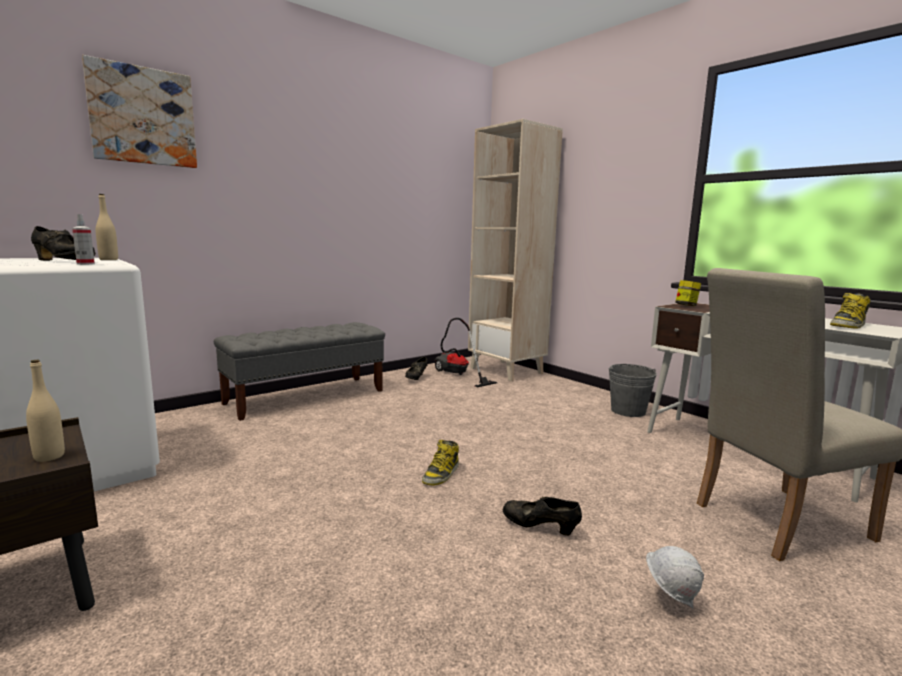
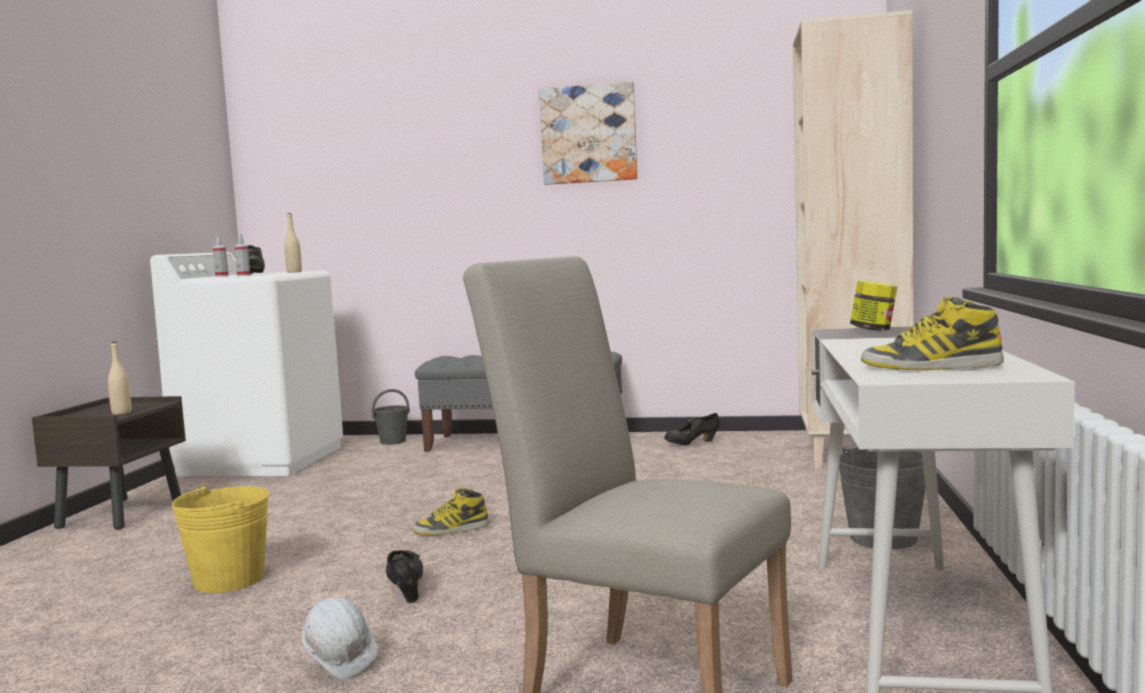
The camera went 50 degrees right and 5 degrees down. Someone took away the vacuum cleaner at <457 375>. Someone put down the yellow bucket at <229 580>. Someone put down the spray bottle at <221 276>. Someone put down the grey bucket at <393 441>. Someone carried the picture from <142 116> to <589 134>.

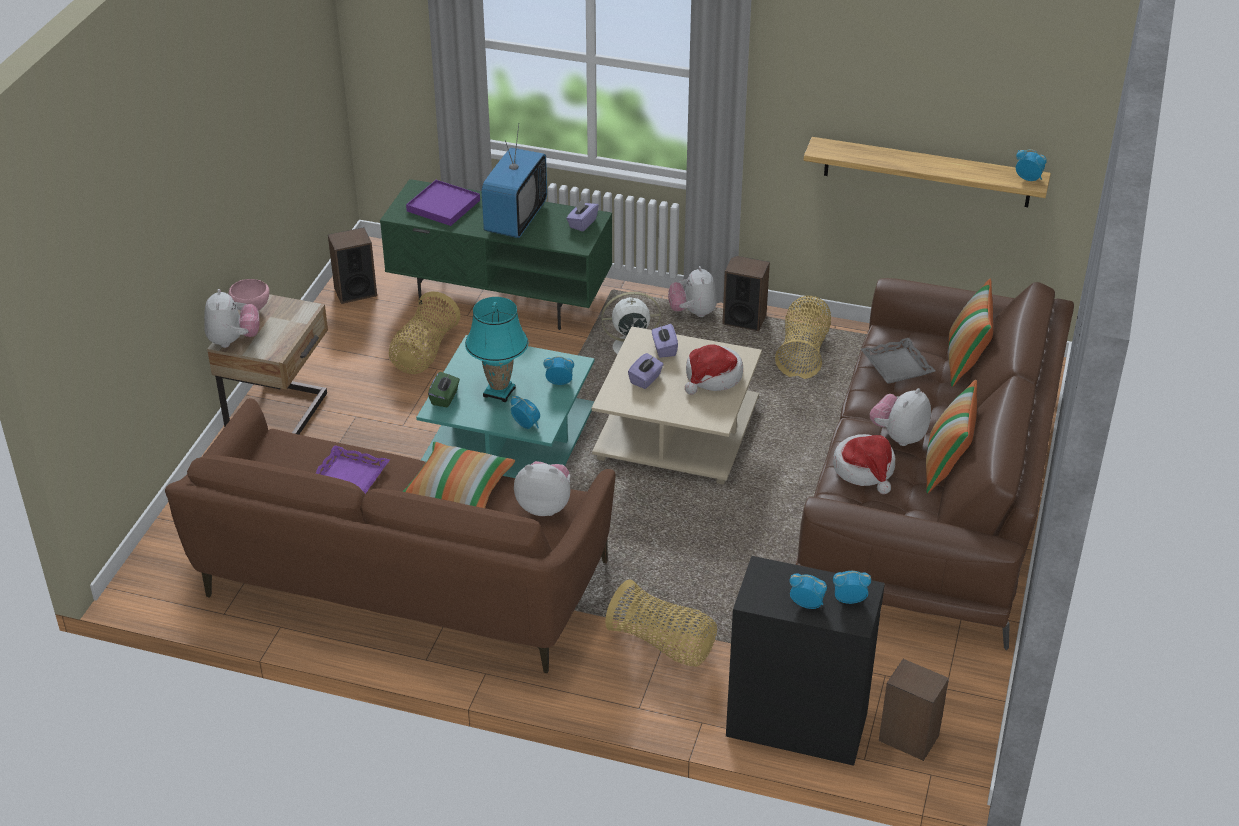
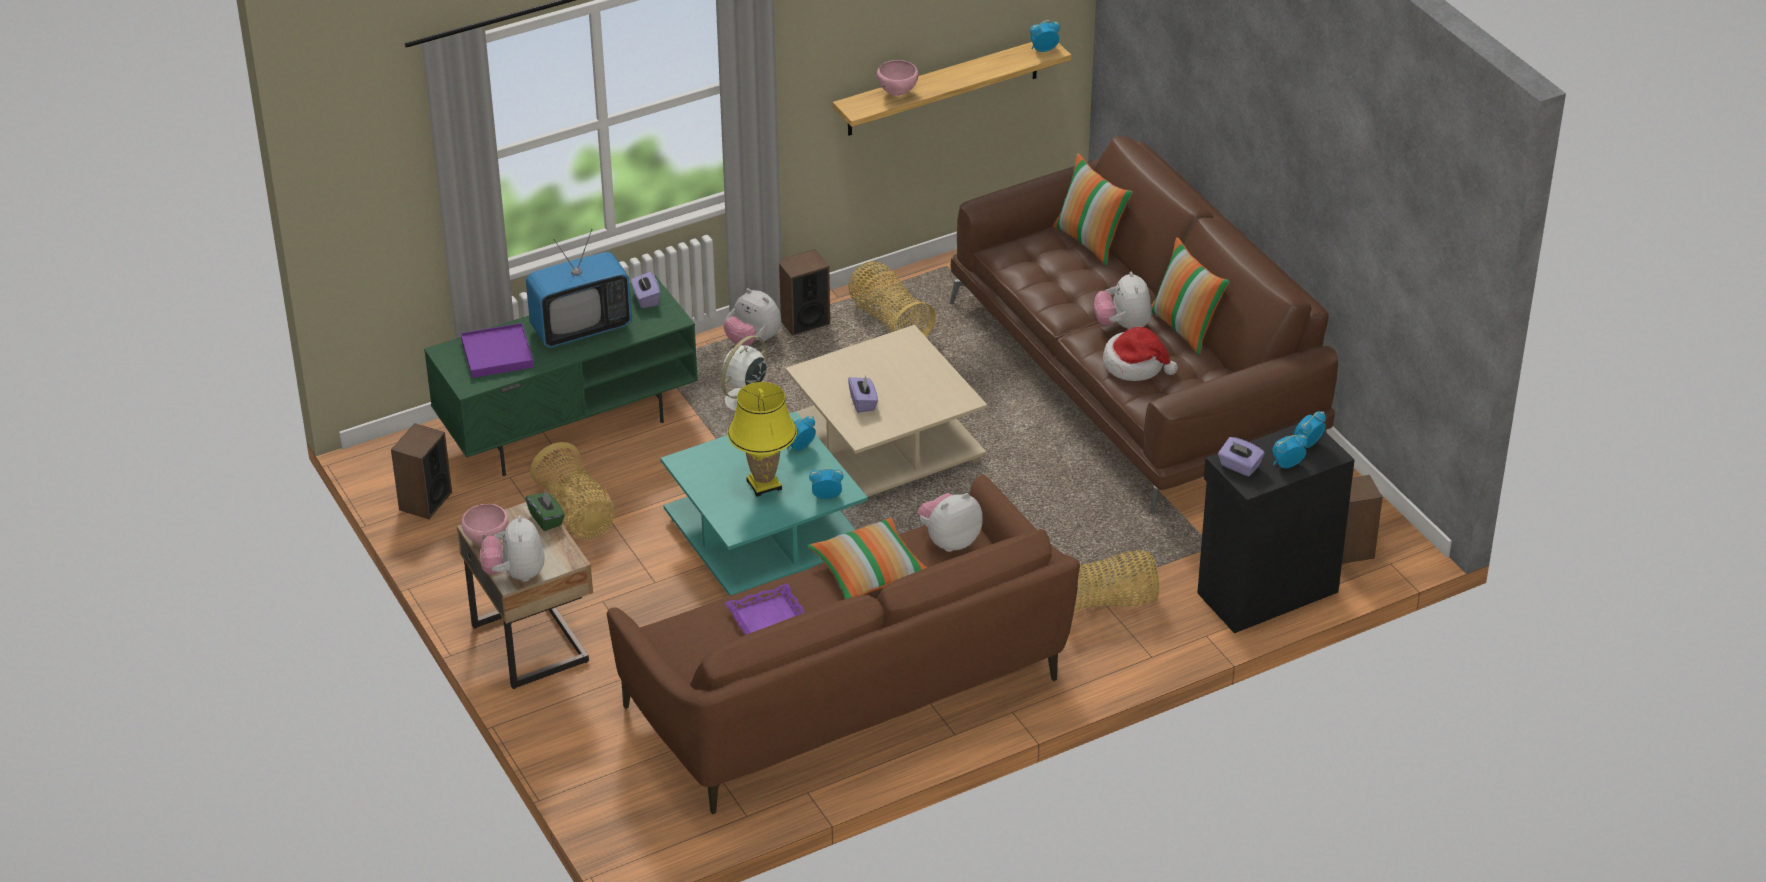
The camera went 45 degrees left and 0 degrees up. Someone took away the hat at <712 377>. Someone took away the grey tray at <897 366>. Someone put down the pink bowl at <897 93>. Someone carried the green tissue box from <445 398> to <546 519>. Someone carried the purple tissue box from <664 349> to <1239 466>. Someone repainted the turquoise table lamp at <499 392>, which became the yellow table lamp at <764 484>. Someone rotated the plush toy at <233 340> by 135 degrees counterclockwise. Someone rotated the television at <515 218> by 90 degrees clockwise.

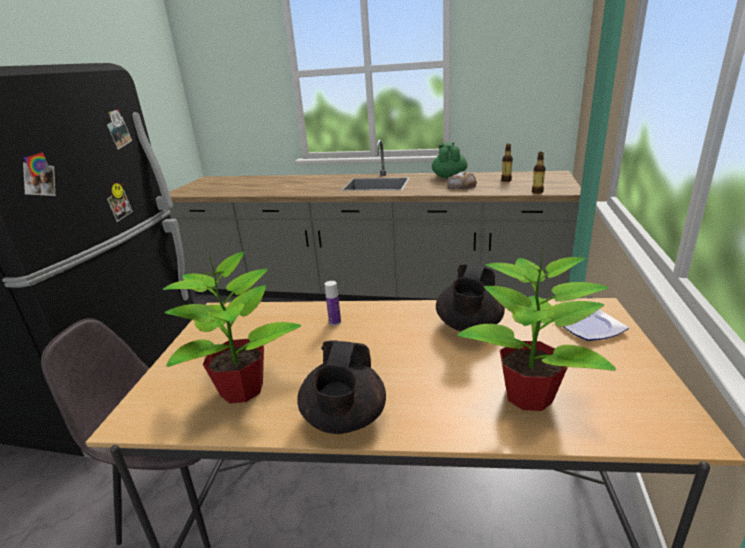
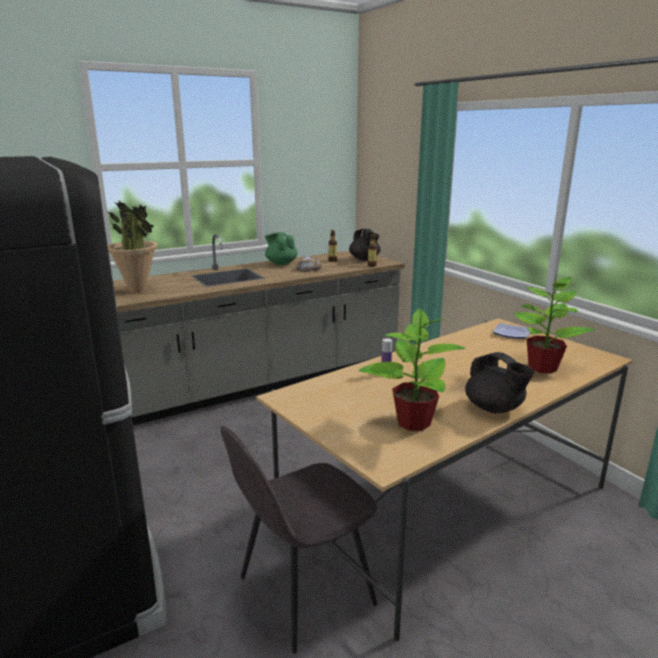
The camera went 45 degrees left and 5 degrees down. Someone put down the potted plant at <138 290>. Someone carried the black teapot from <469 327> to <364 259>.

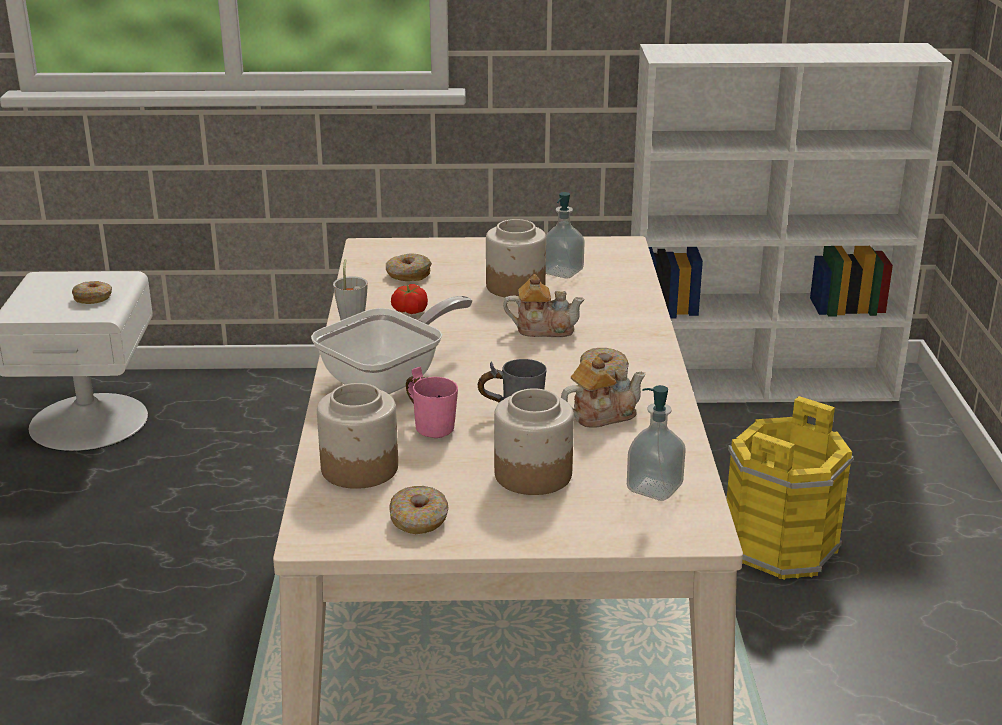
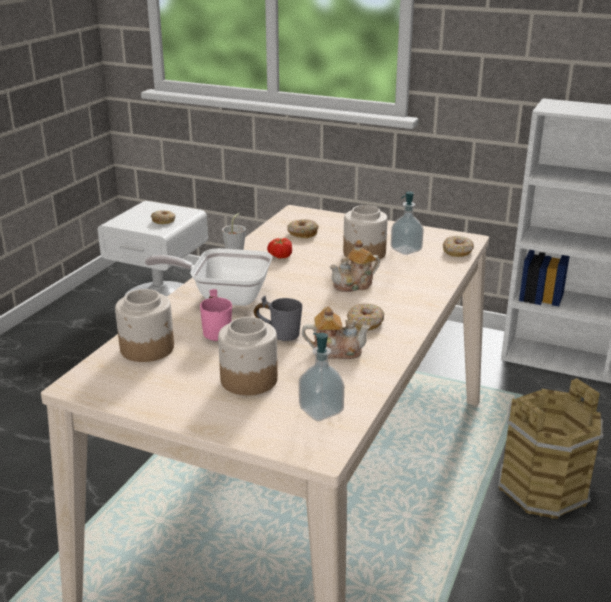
The camera went 25 degrees right and 0 degrees up. Someone carried the donut from <419 520> to <457 252>. Someone repainted the yellow bucket at <781 546>, which became the brown bucket at <543 489>. Someone rotated the frying pan at <390 379> by 150 degrees counterclockwise. Someone rotated the teapot at <543 329> by 120 degrees clockwise.

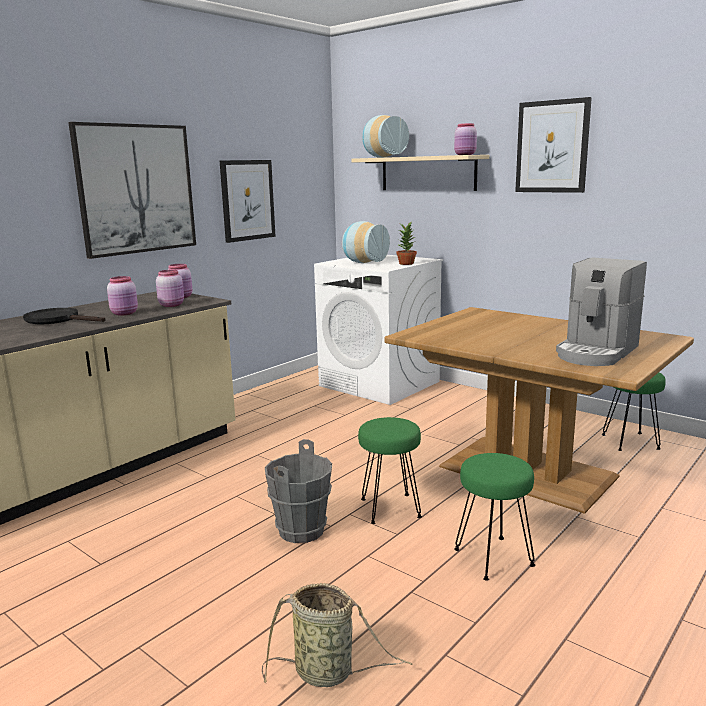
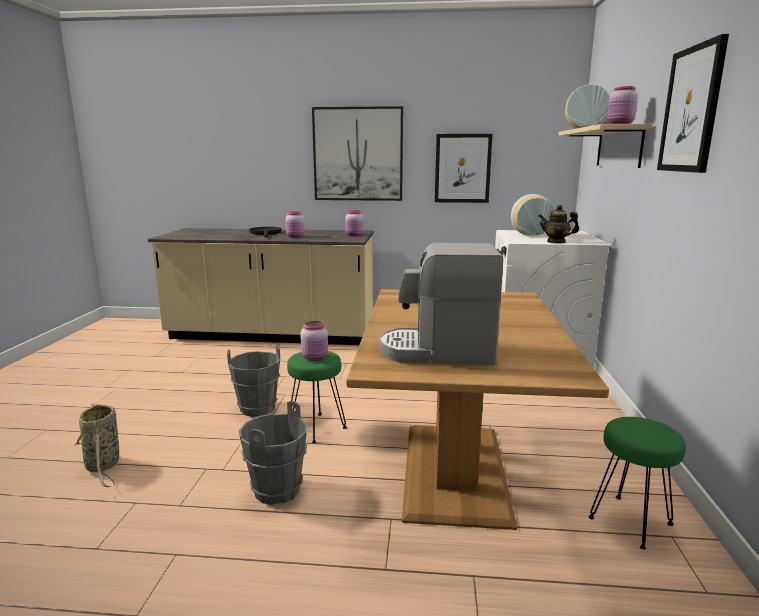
The camera went 55 degrees right and 0 degrees up. Someone carried the pink jar from <172 305> to <315 358>. Someone swapped the potted plant at <406 263> for the teapot at <556 242>. Someone swapped the green stool at <492 558> for the grey bucket at <276 490>.

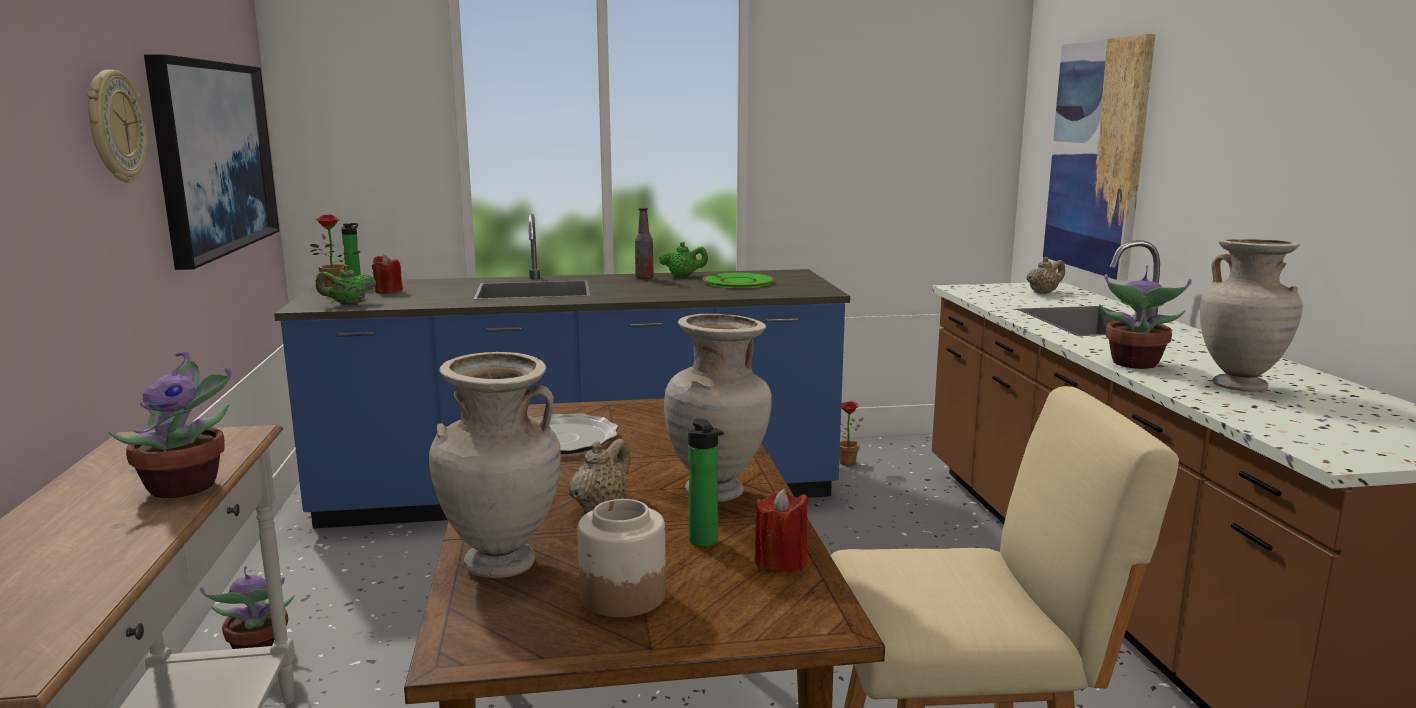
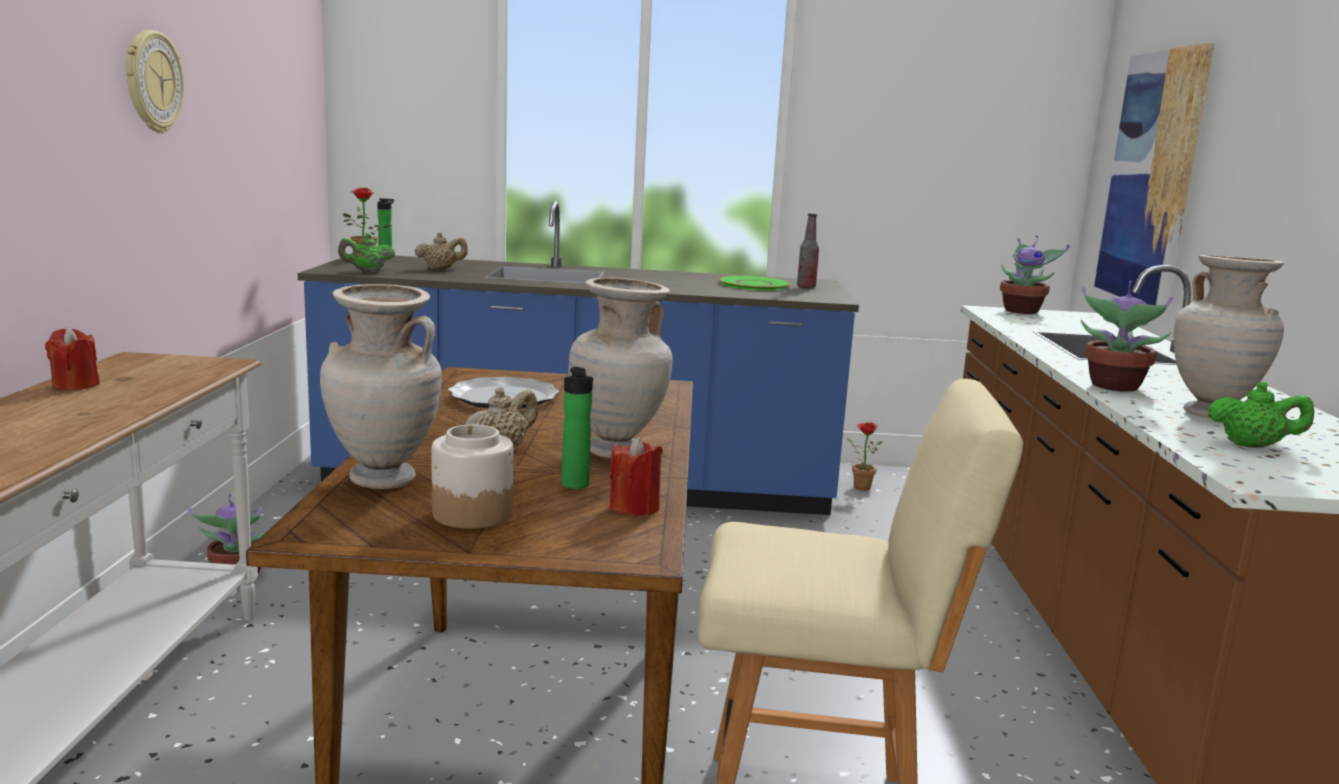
The camera went 10 degrees right and 0 degrees up. Someone took away the picture at <213 157>. Someone carried the potted plant from <187 486> to <1022 311>. Someone carried the red candle from <388 291> to <75 385>. Someone carried the bottle from <644 278> to <806 287>. Someone carried the green teapot from <683 276> to <1252 446>. Someone carried the beige teapot from <1043 292> to <441 269>.

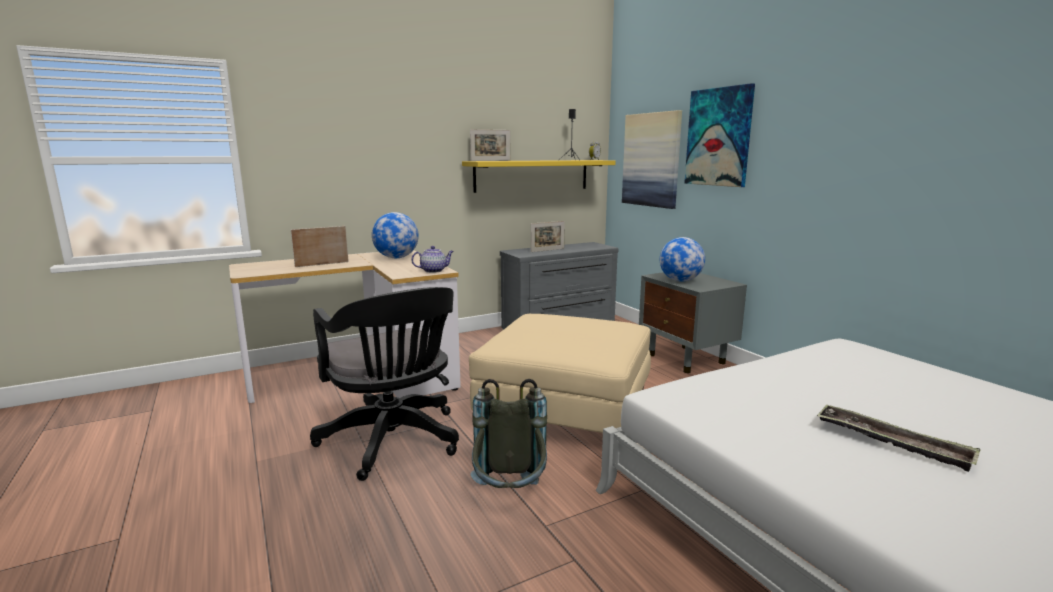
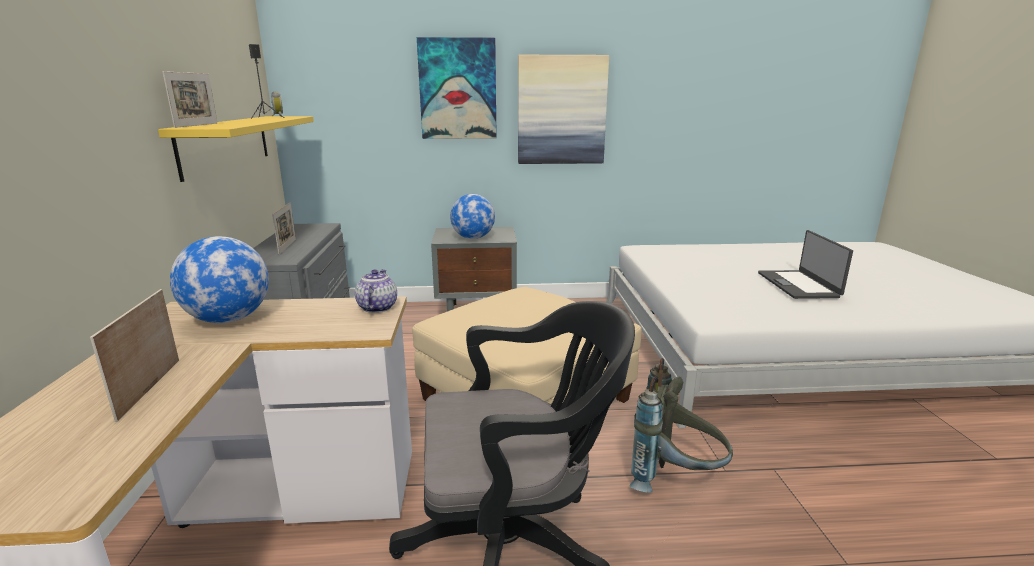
The camera went 65 degrees left and 5 degrees up. Someone carried the picture from <651 160> to <561 110>. Someone swapped the tray at <891 442> for the laptop at <798 285>.

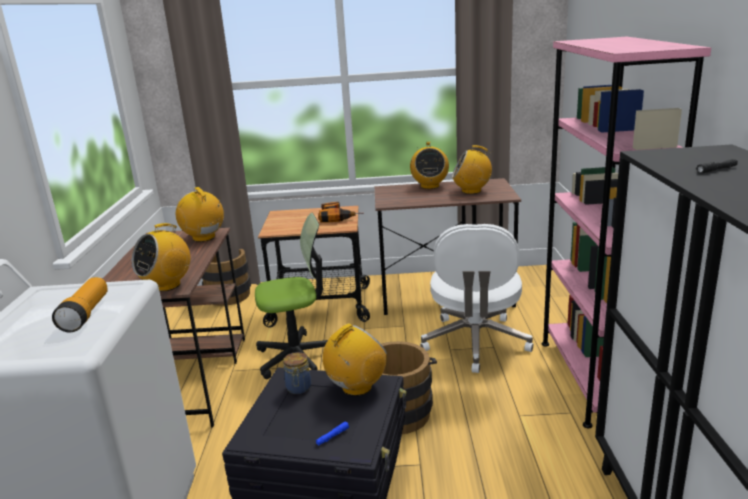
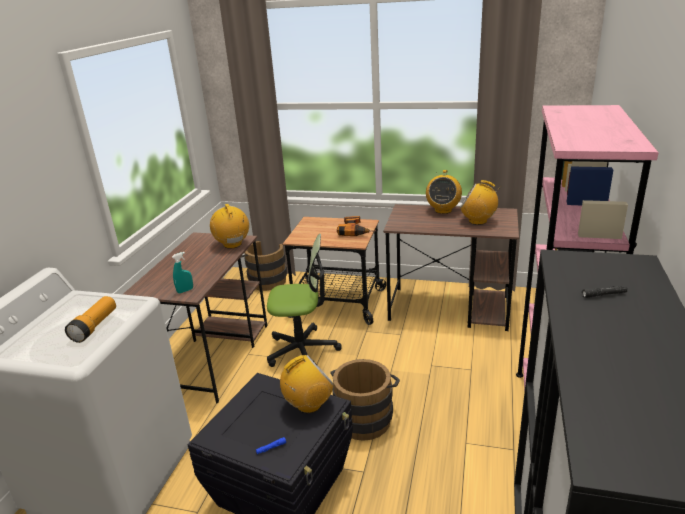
The camera went 15 degrees right and 5 degrees up. Someone took away the jar at <298 388>. Someone took away the white office chair at <475 343>. Someone swapped the radio at <167 285> for the turquoise spray bottle at <185 290>.

